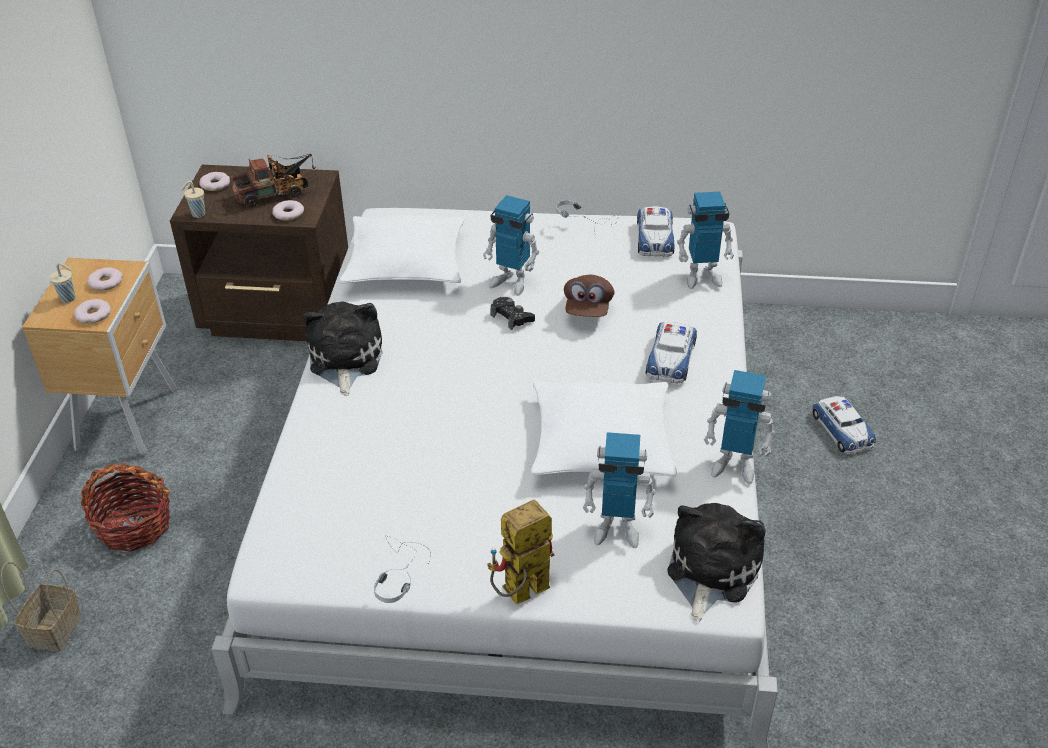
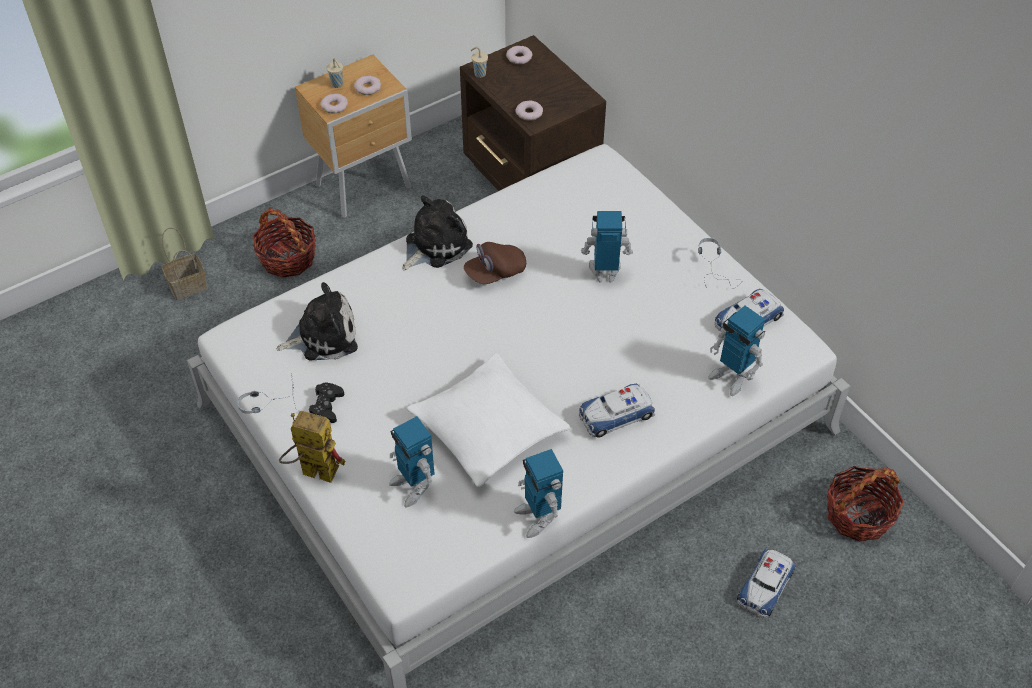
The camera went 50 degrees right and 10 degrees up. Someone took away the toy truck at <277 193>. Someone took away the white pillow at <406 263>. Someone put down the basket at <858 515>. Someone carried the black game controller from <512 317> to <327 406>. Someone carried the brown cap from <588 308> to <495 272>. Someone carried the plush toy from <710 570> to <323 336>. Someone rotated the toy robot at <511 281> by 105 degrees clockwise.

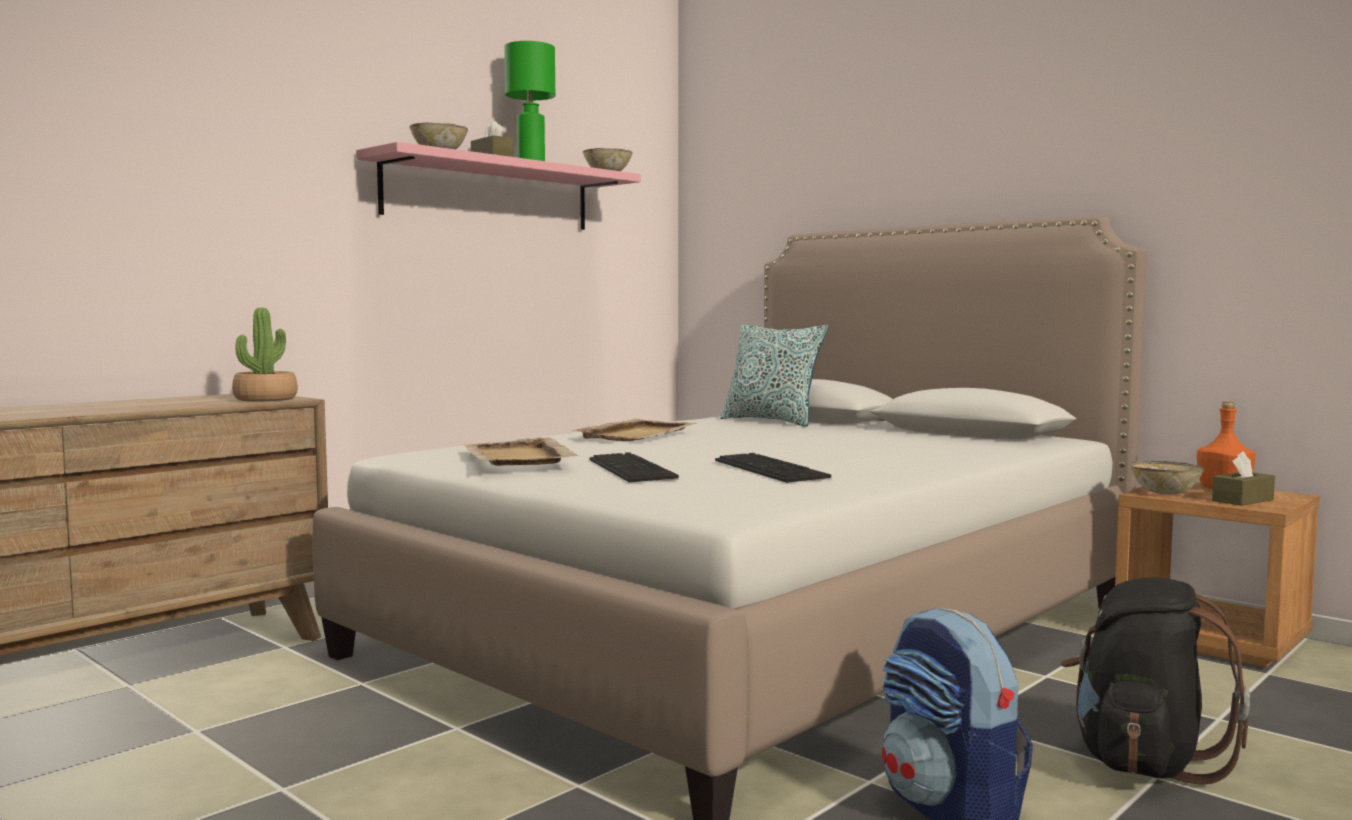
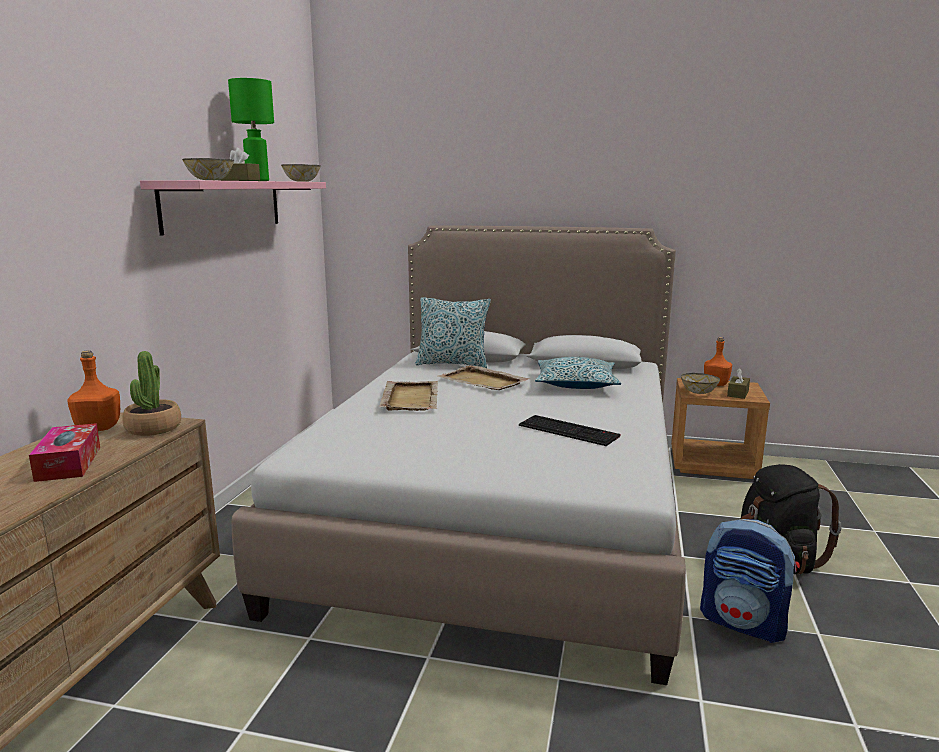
The camera went 30 degrees left and 10 degrees up. Someone took away the keyboard at <634 469>. Someone put down the tissue box at <69 463>. Someone put down the orange bottle at <99 428>. Someone put down the pillow at <576 384>. Someone carried the beige tray from <518 457> to <483 381>.

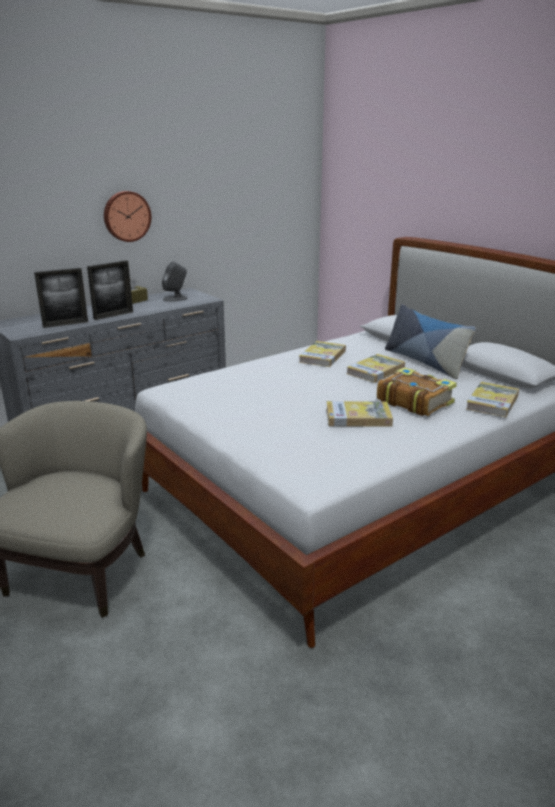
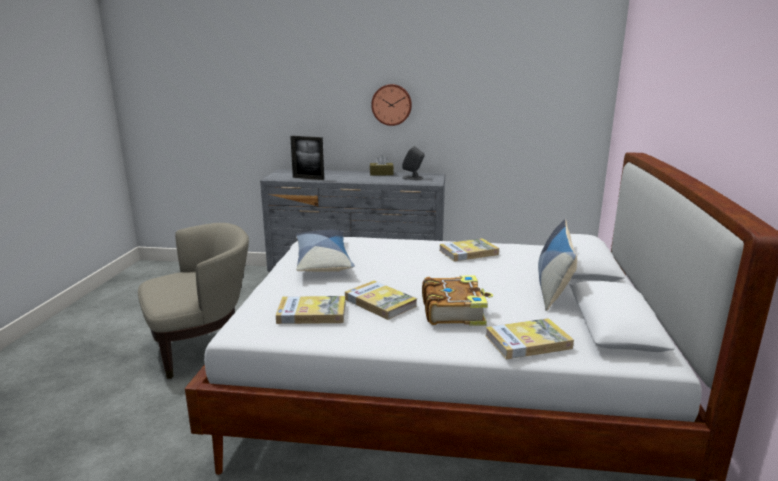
The camera went 45 degrees right and 5 degrees down. Someone took away the picture frame at <113 315>. Someone put down the pillow at <323 261>. Someone carried the book from <375 371> to <312 313>.

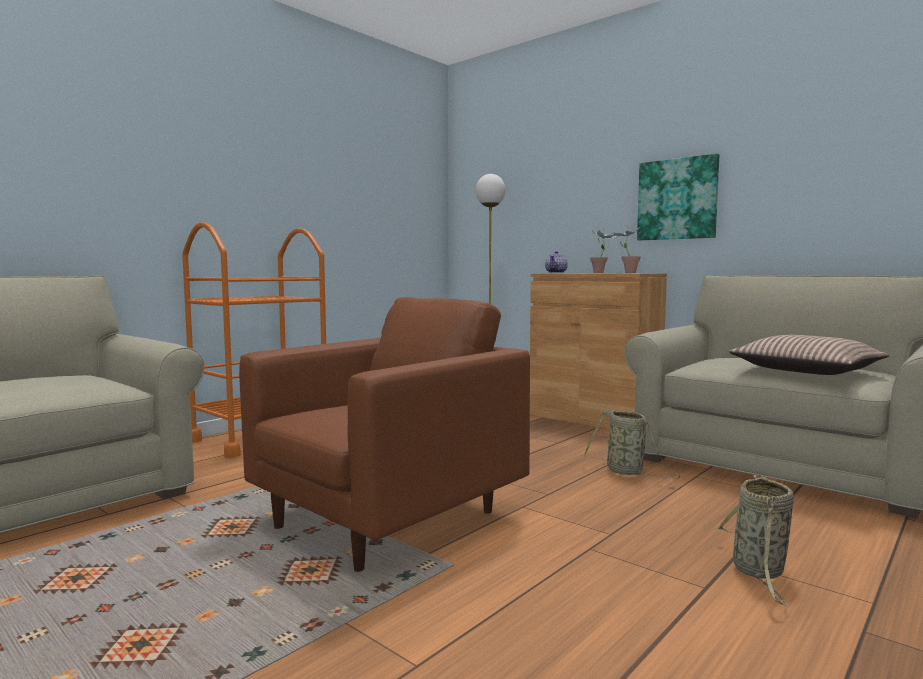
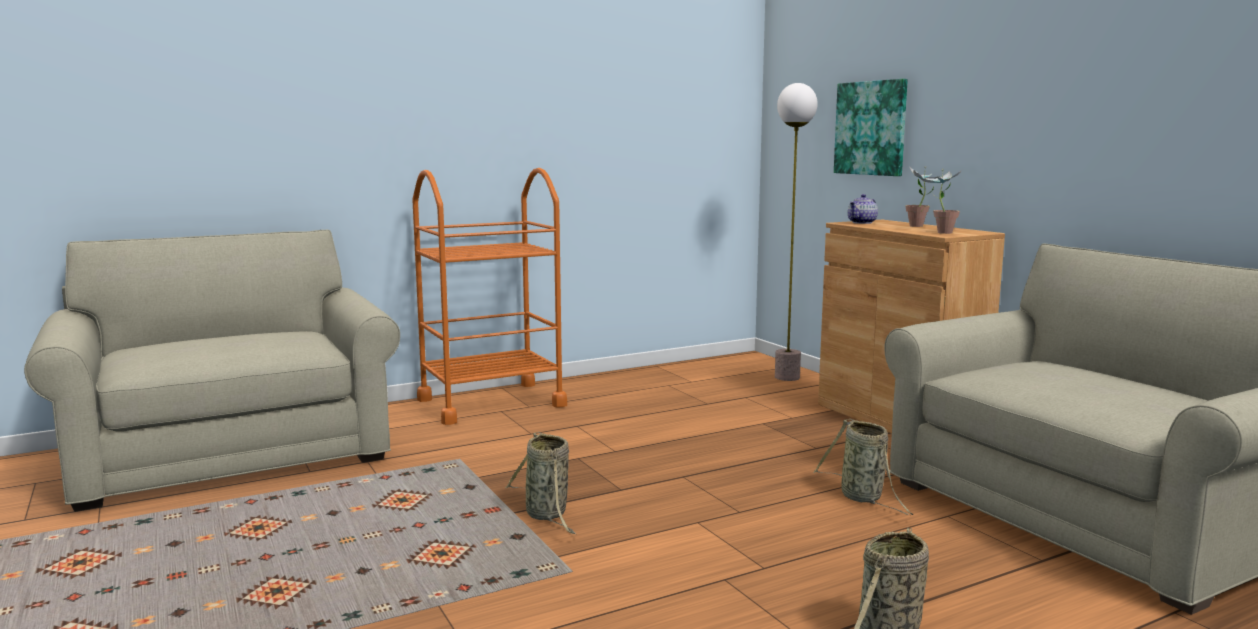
The camera went 20 degrees right and 5 degrees up. Someone took away the pillow at <806 370>. Someone carried the picture from <677 199> to <871 128>. Someone swapped the brown armchair at <388 520> for the basket at <547 515>.

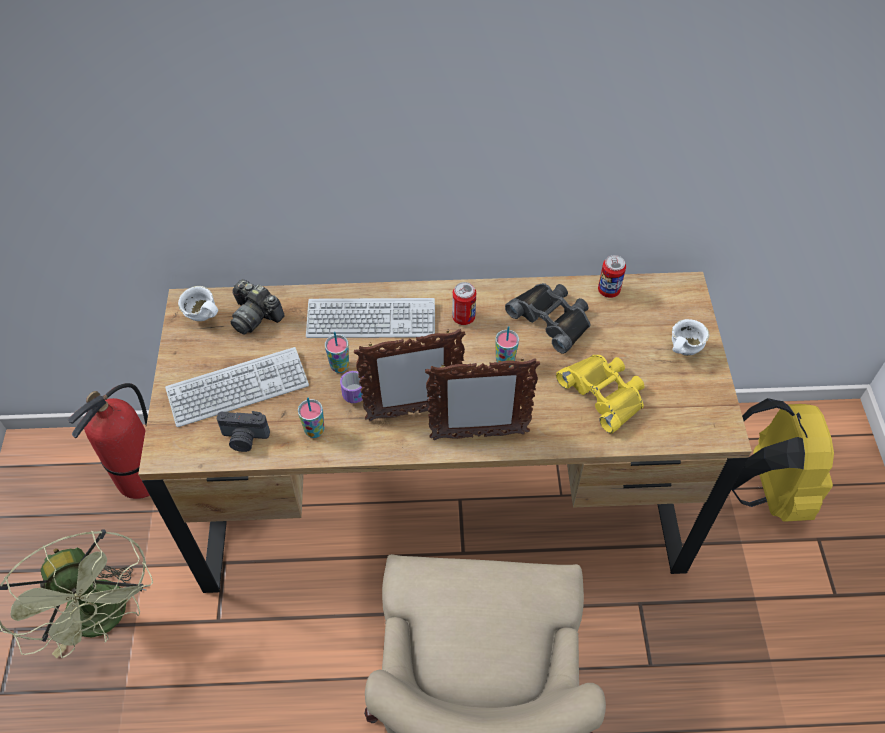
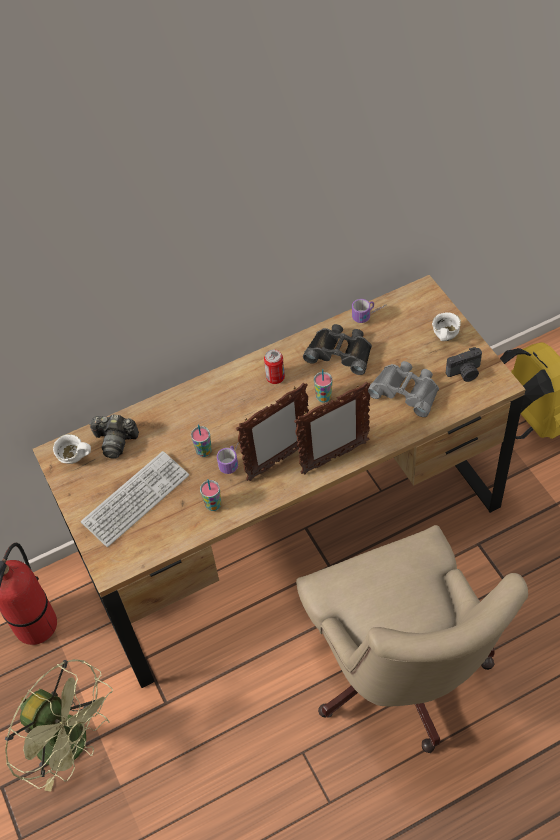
The camera went 20 degrees left and 0 degrees up. Someone took away the keyboard at <371 320>. Someone carried the photo camera from <244 439> to <465 373>. Someone swapped the can at <608 290> for the mug at <370 315>. Someone repainted the yellow binoculars at <604 393>, which became the grey binoculars at <406 391>.

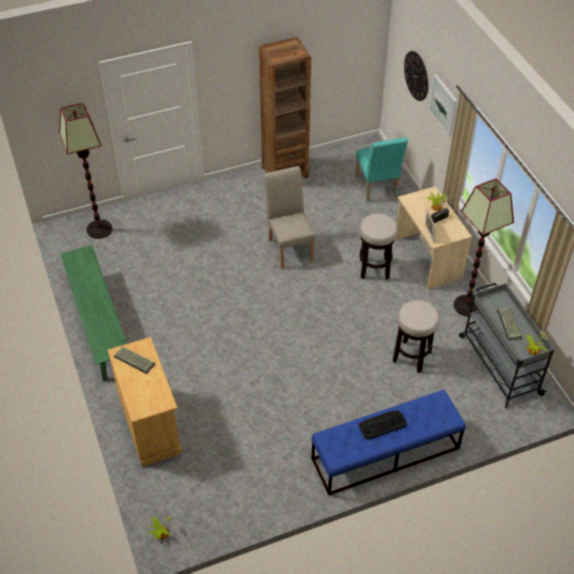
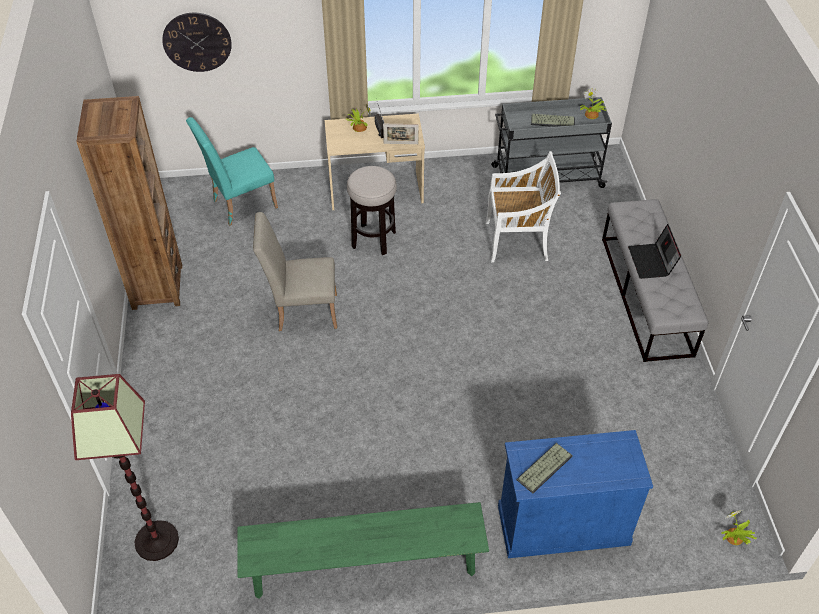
The camera went 75 degrees left and 0 degrees up. Someone took away the picture at <444 105>. Someone took away the floor lamp at <467 305>. Someone swapped the keyboard at <382 425> for the laptop at <651 262>. Someone swapped the stool at <411 357> for the white chair at <518 241>. Someone repainted the beige cabinet at <150 424>, which became the blue cabinet at <563 524>. Someone repainted the blue bench at <385 454>, which became the grey bench at <646 295>. Someone rotated the turquoise chair at <377 189> by 150 degrees clockwise.

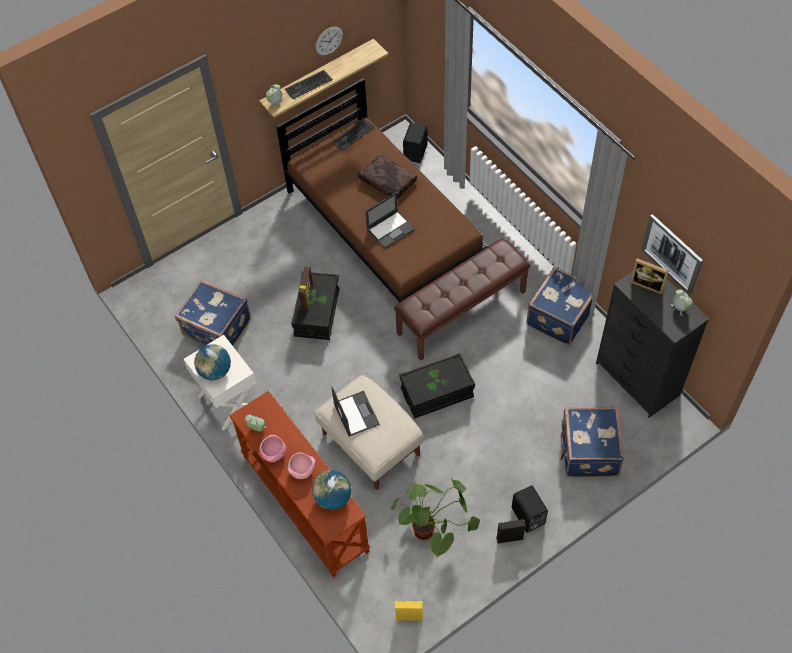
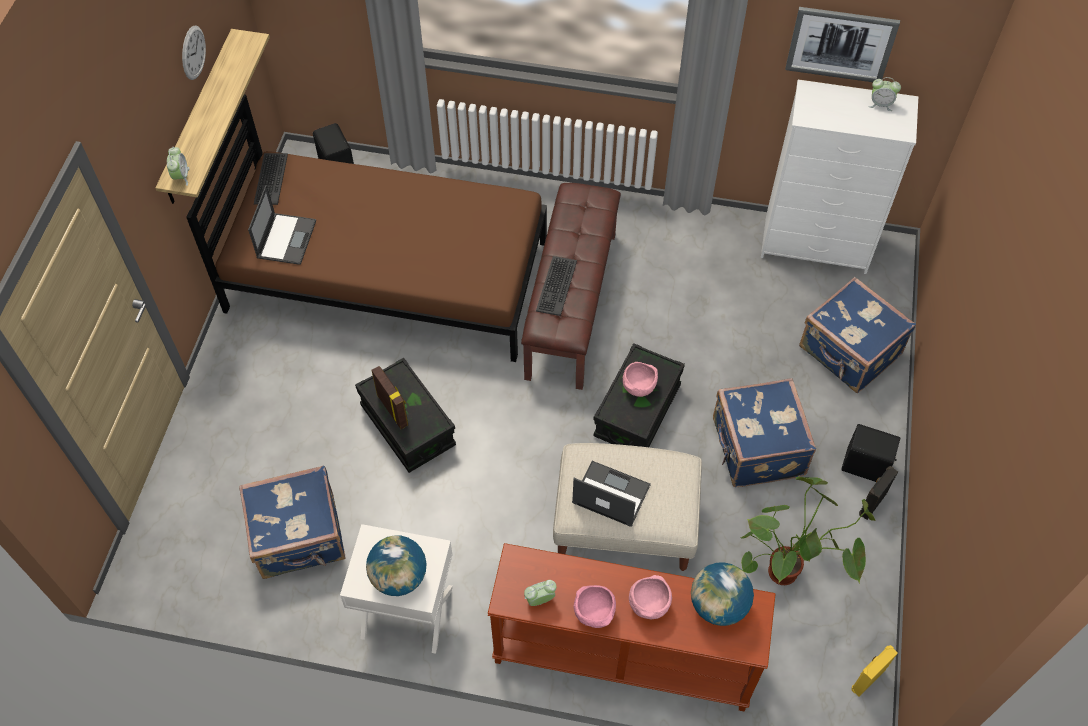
The camera went 45 degrees left and 0 degrees up. Someone took away the brown pillow at <387 181>. Someone took away the picture frame at <647 284>. Someone put down the pink bowl at <639 387>. Someone carried the keyboard from <308 84> to <556 286>. Someone carried the laptop from <391 229> to <286 238>. Someone carried the blue suitcase from <558 316> to <756 448>. Someone repainted the black dresser at <638 379>, which became the white dresser at <816 244>.

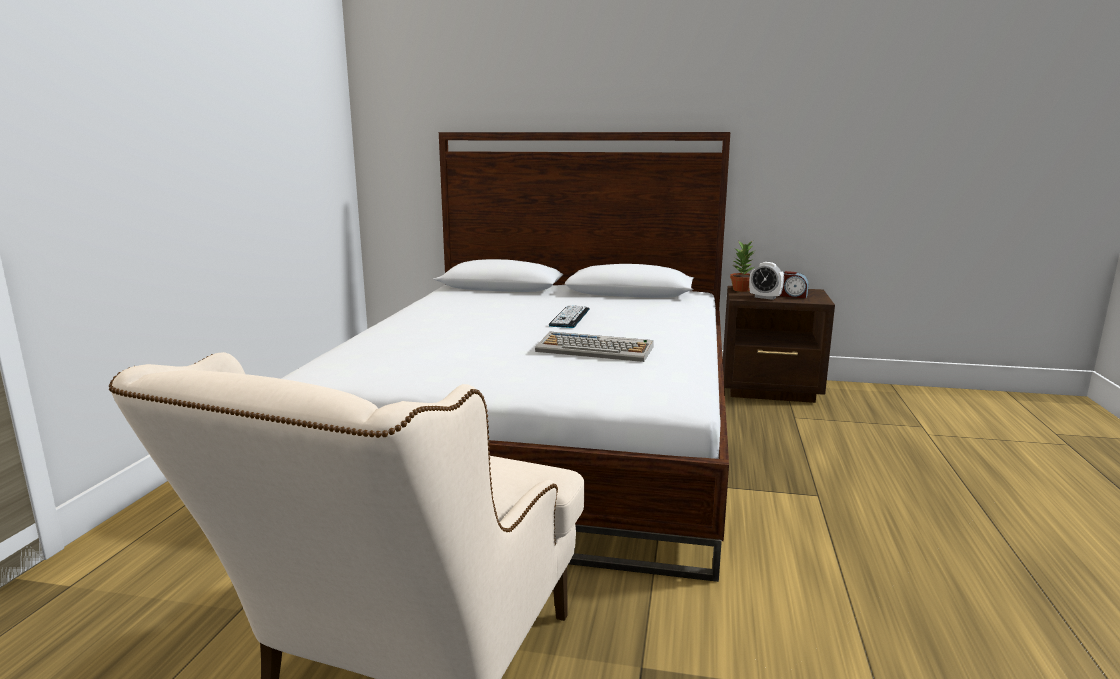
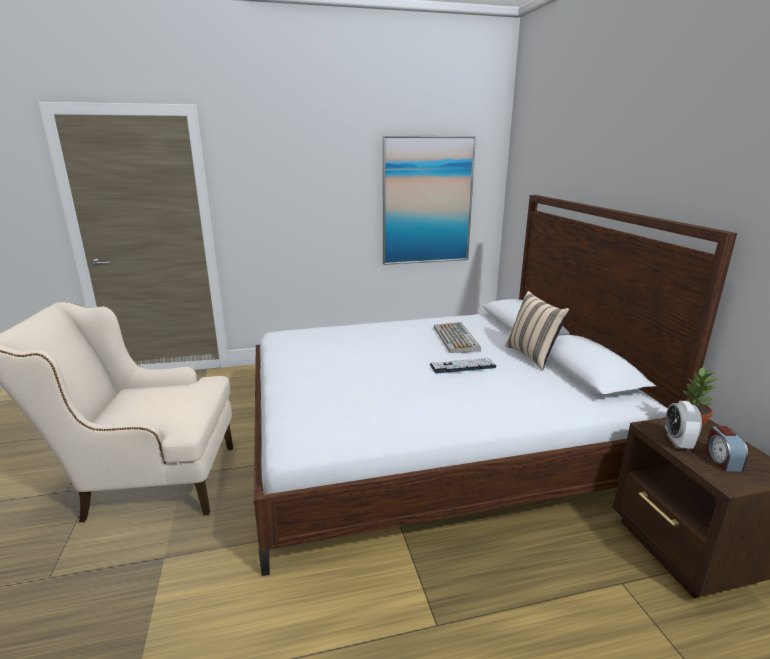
The camera went 65 degrees right and 5 degrees up. Someone put up the picture at <427 201>. Someone put down the beige pillow at <532 356>. Someone carried the keyboard from <596 349> to <456 339>.

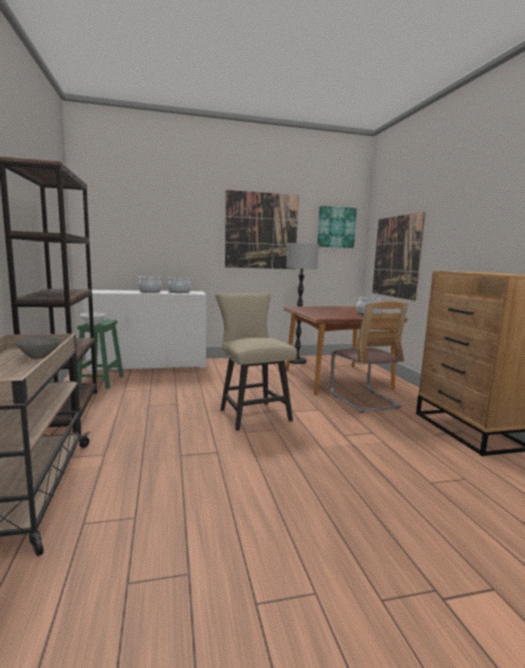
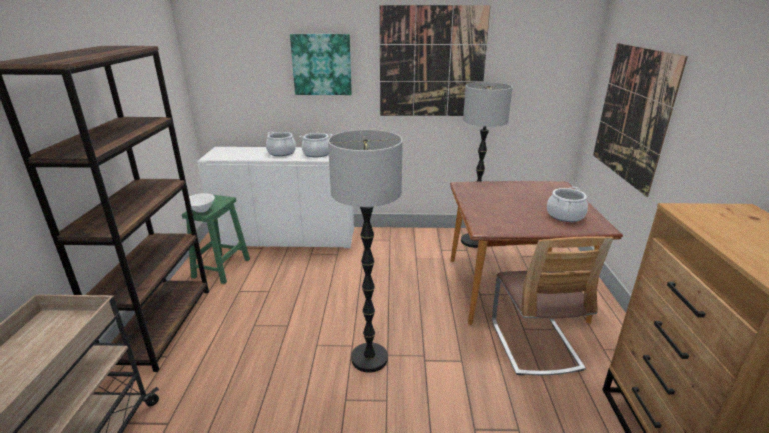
The camera went 15 degrees right and 15 degrees up. Someone took away the grey bowl at <39 357>. Someone carried the picture from <336 227> to <322 64>. Someone swapped the beige chair at <251 413> for the floor lamp at <369 358>.

